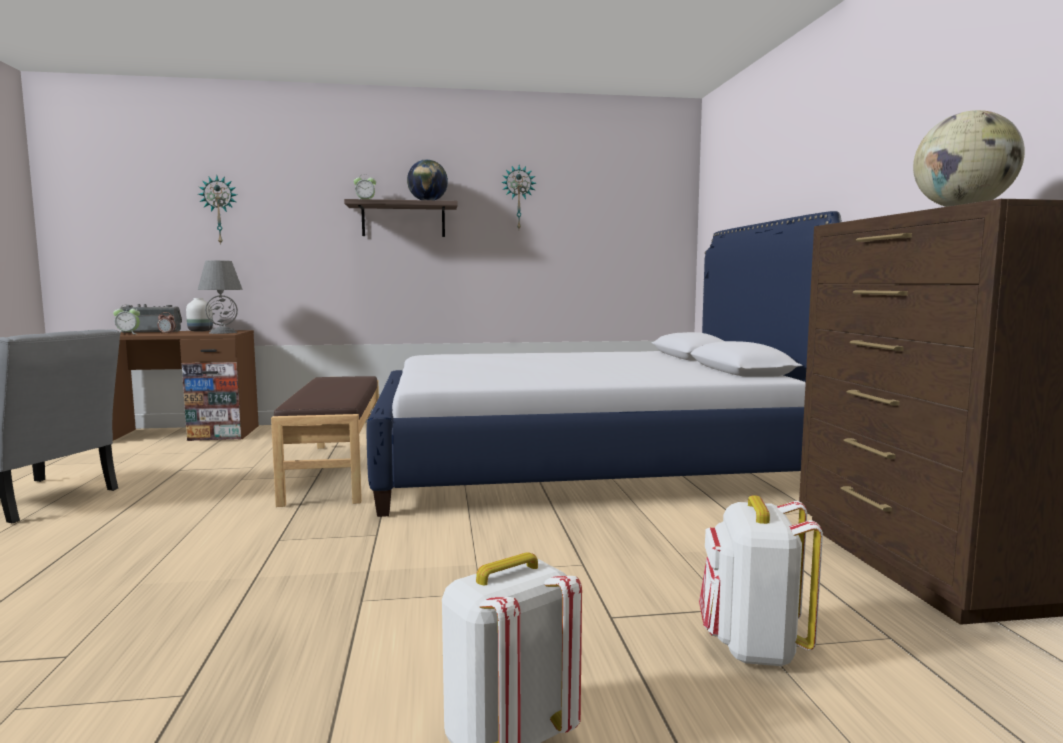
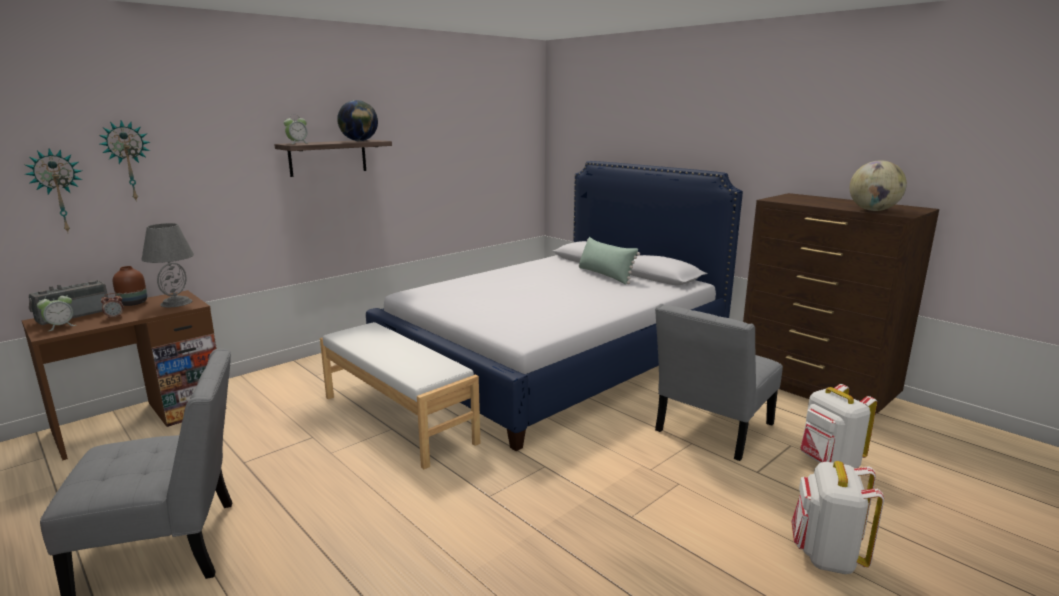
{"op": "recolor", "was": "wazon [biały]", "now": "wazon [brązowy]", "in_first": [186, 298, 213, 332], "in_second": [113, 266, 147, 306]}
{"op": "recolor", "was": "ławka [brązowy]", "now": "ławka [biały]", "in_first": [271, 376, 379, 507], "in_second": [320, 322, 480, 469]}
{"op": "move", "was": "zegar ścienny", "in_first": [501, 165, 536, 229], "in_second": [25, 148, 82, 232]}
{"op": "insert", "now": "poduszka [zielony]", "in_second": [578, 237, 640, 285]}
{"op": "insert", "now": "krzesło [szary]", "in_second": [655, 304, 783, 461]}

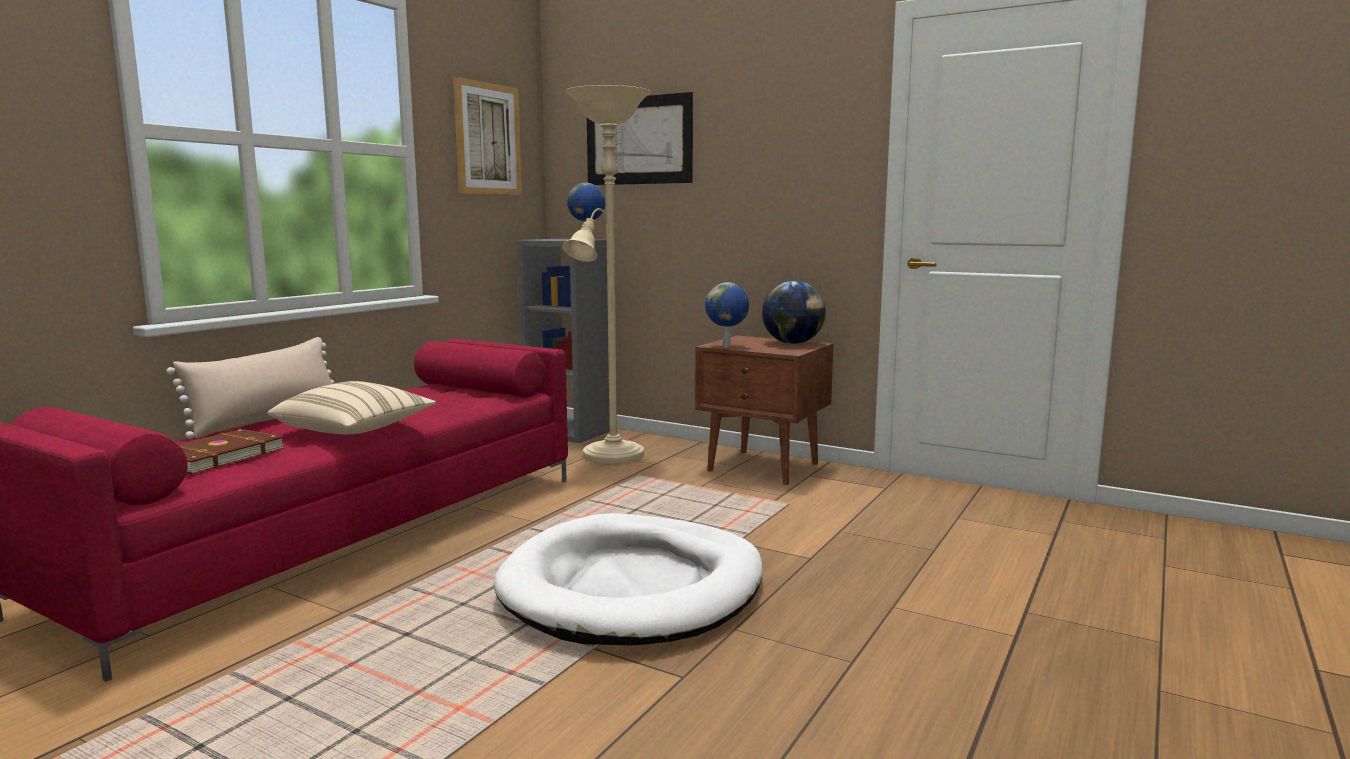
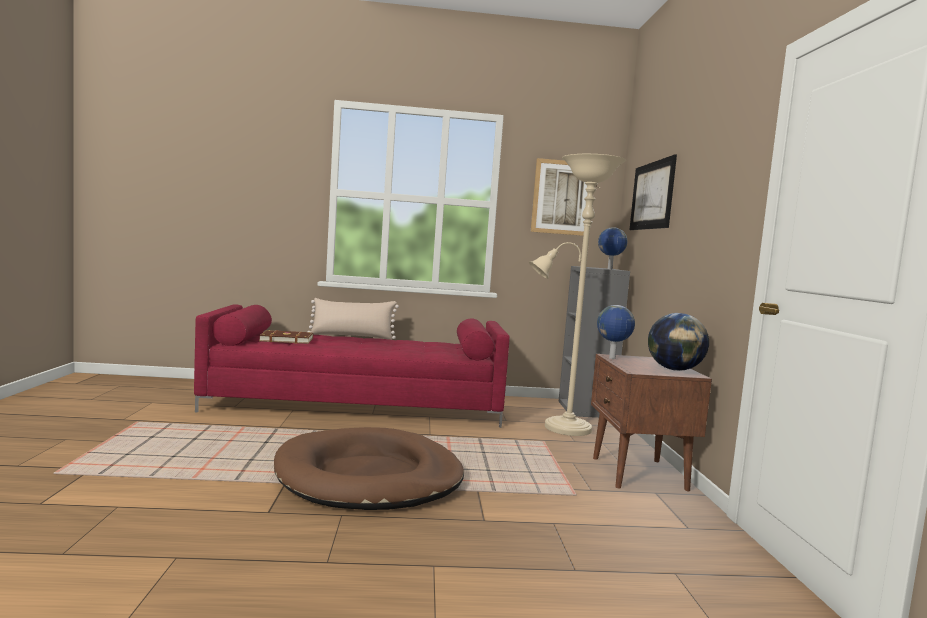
{"op": "delete", "was": "poduszka [beżowy]", "in_first": [267, 381, 436, 434]}
{"op": "recolor", "was": "legowisko [biały]", "now": "legowisko [brązowy]", "in_first": [494, 513, 762, 645], "in_second": [274, 427, 464, 510]}

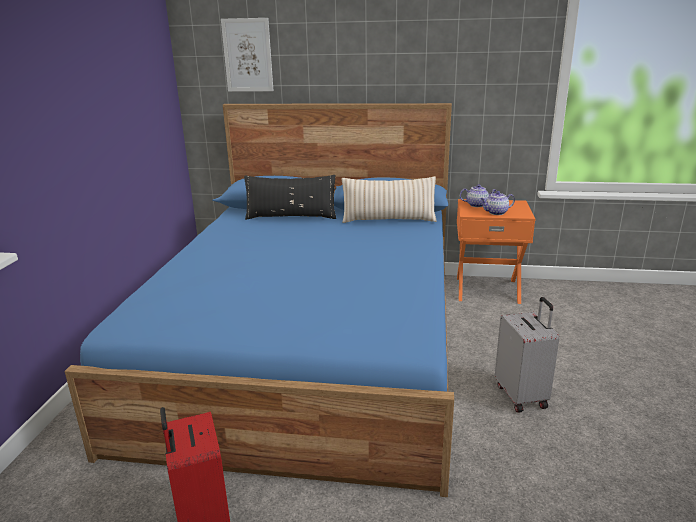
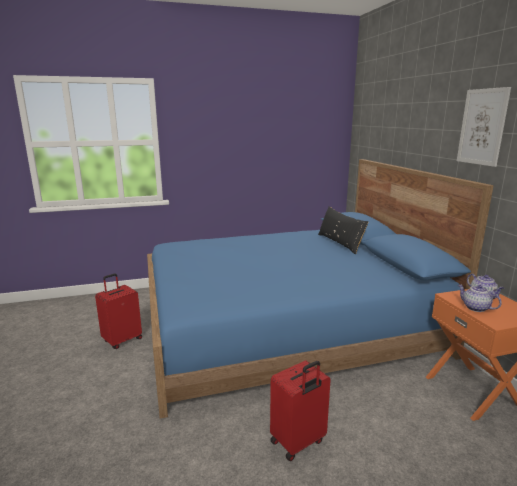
{"op": "move", "was": "obraz", "in_first": [221, 18, 273, 92], "in_second": [457, 87, 511, 167]}
{"op": "delete", "was": "poduszka [beżowy]", "in_first": [342, 176, 437, 223]}
{"op": "recolor", "was": "walizka [szary]", "now": "walizka [czerwony]", "in_first": [495, 297, 559, 413], "in_second": [270, 361, 331, 461]}

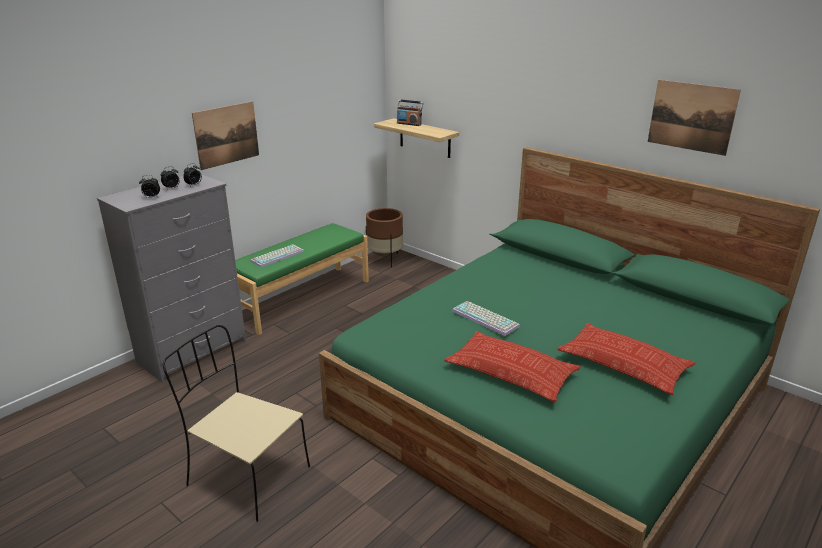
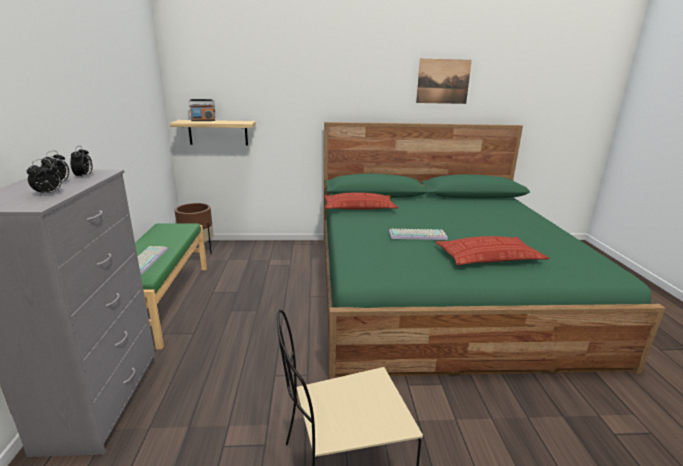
{"op": "delete", "was": "obraz", "in_first": [192, 101, 259, 170]}
{"op": "move", "was": "poduszka", "in_first": [558, 323, 695, 395], "in_second": [324, 192, 398, 210]}

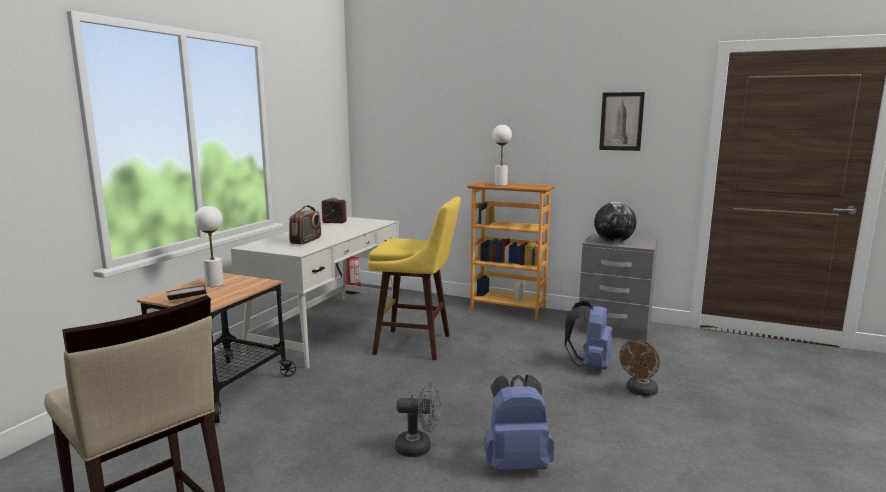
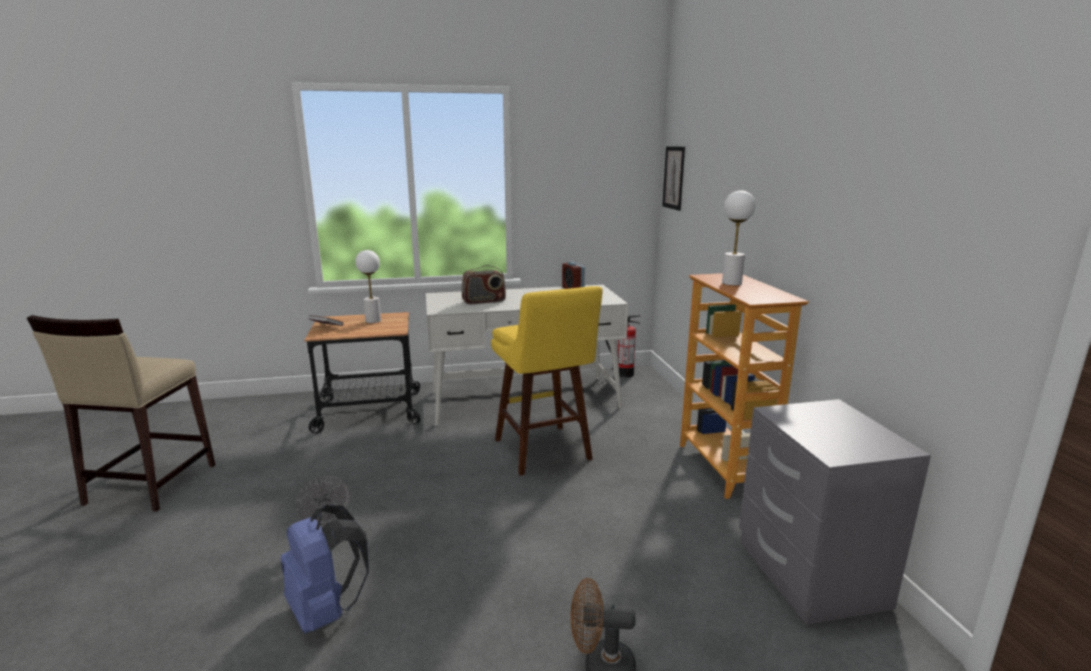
{"op": "delete", "was": "plecak [niebieski]", "in_first": [565, 300, 612, 369]}
{"op": "delete", "was": "globus", "in_first": [594, 202, 636, 243]}
{"op": "move", "was": "obraz", "in_first": [599, 92, 645, 151], "in_second": [662, 146, 685, 211]}

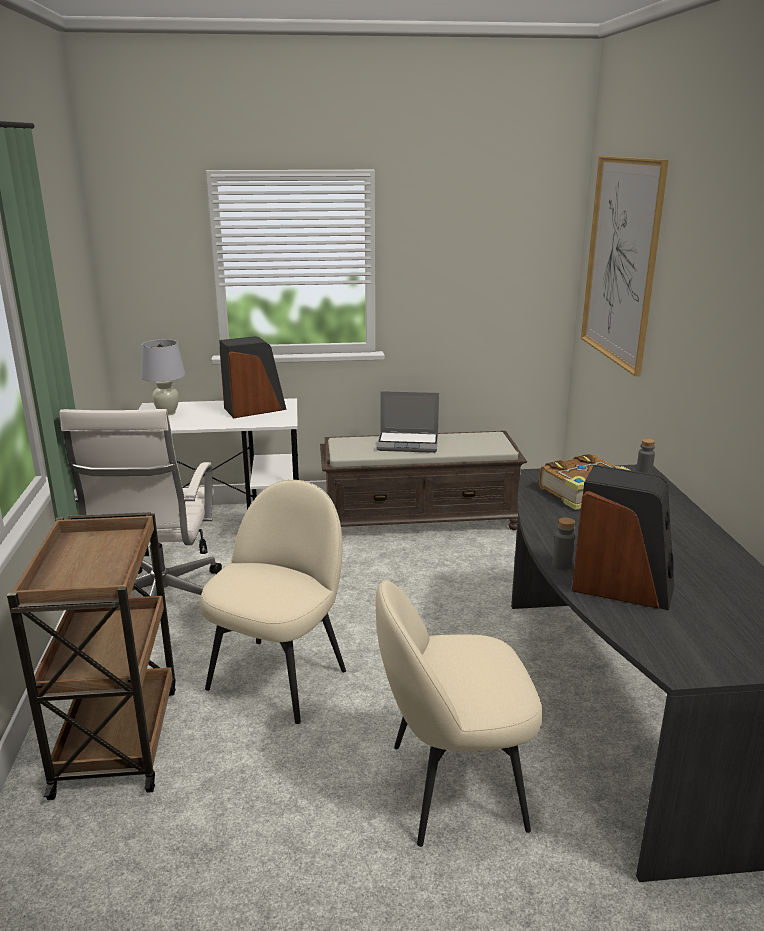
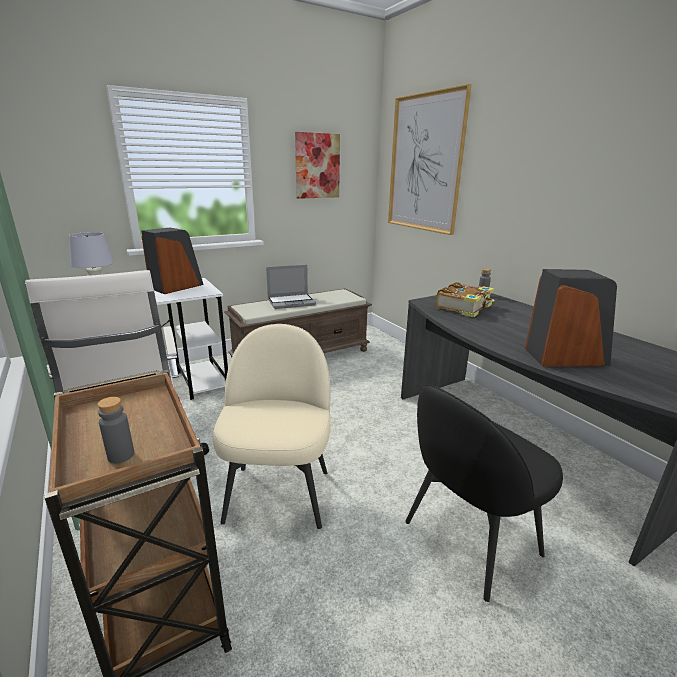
{"op": "recolor", "was": "krzesło [beżowy]", "now": "krzesło [czarny]", "in_first": [376, 580, 543, 847], "in_second": [405, 384, 563, 602]}
{"op": "move", "was": "butelka [szary]", "in_first": [552, 517, 575, 570], "in_second": [97, 397, 134, 463]}
{"op": "insert", "now": "obraz", "in_second": [295, 132, 340, 199]}

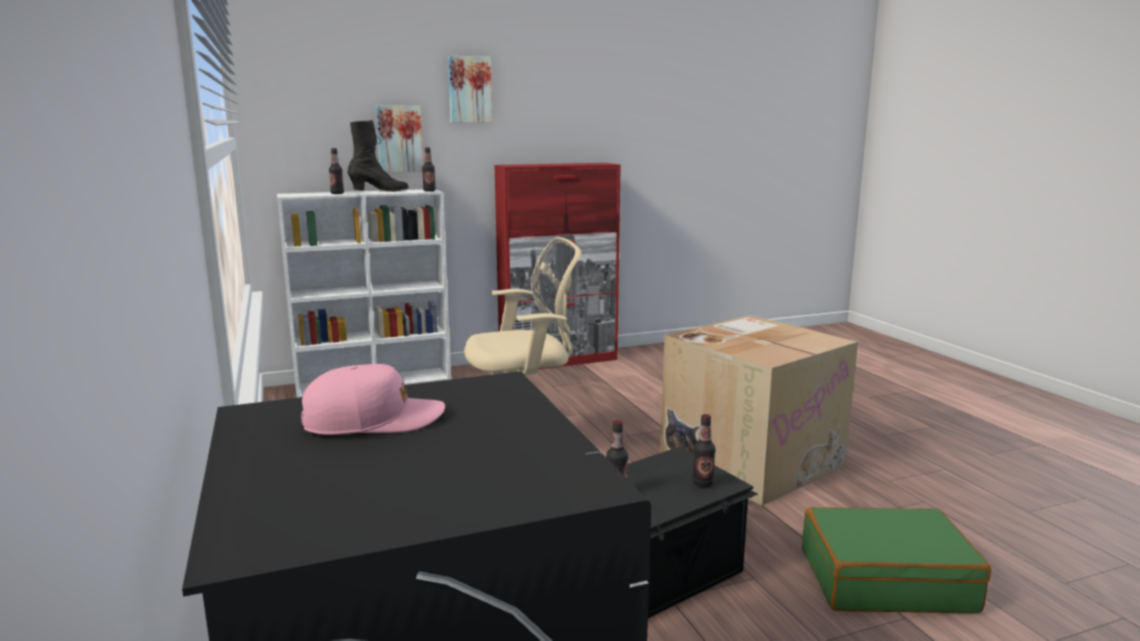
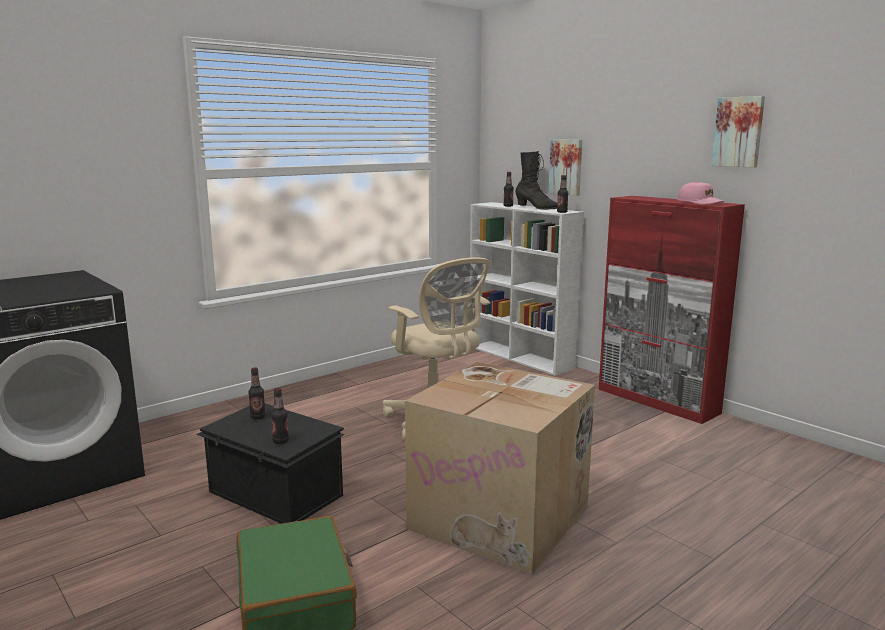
{"op": "move", "was": "czapka z daszkiem [różowy]", "in_first": [301, 364, 445, 435], "in_second": [677, 181, 724, 204]}
{"op": "move", "was": "obraz", "in_first": [448, 56, 493, 123], "in_second": [712, 96, 765, 168]}

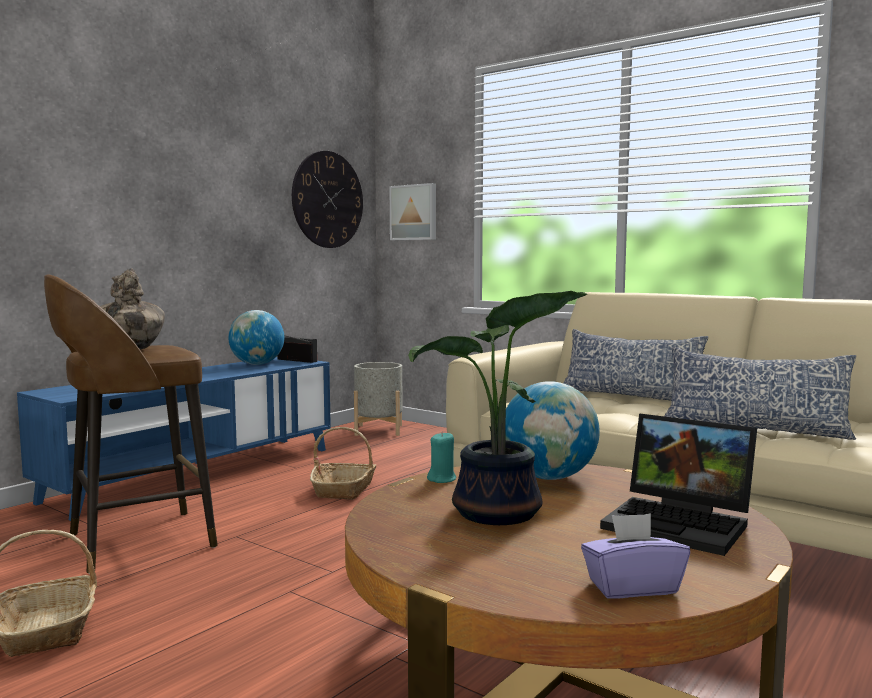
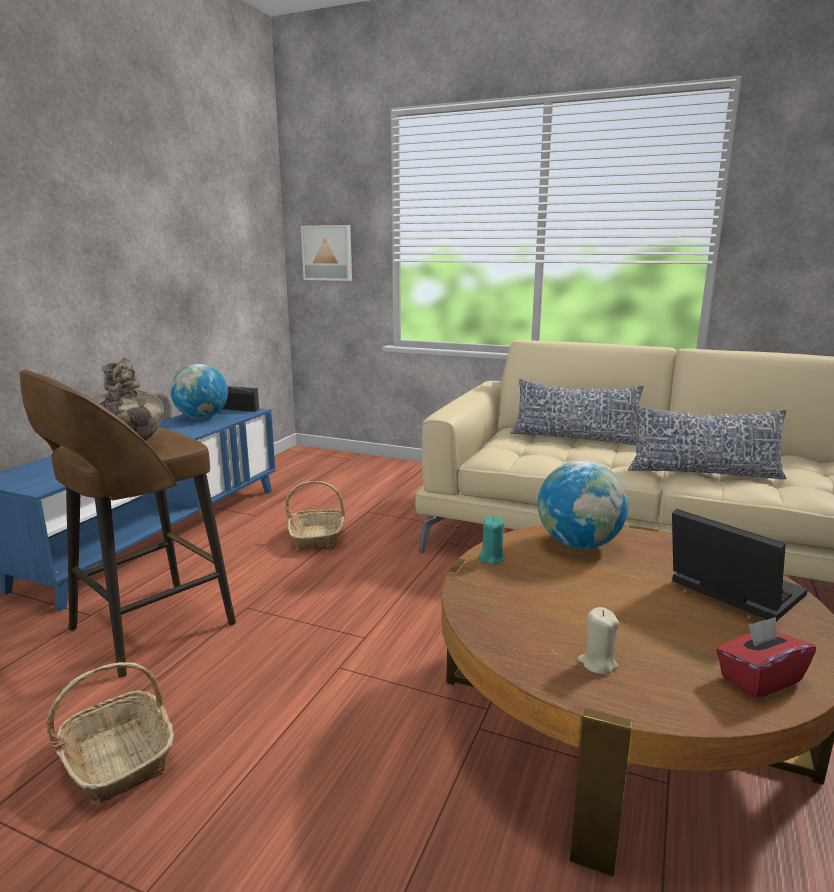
{"op": "delete", "was": "zegar ścienny", "in_first": [292, 151, 363, 248]}
{"op": "delete", "was": "donica [szary]", "in_first": [354, 362, 403, 436]}
{"op": "delete", "was": "roślina doniczkowa", "in_first": [408, 291, 587, 525]}
{"op": "recolor", "was": "pudełko chusteczek [fioletowy]", "now": "pudełko chusteczek [czerwony]", "in_first": [581, 513, 690, 598], "in_second": [716, 617, 816, 699]}
{"op": "rotate", "was": "laptop", "in_first": [600, 413, 757, 556], "in_second": [672, 509, 808, 621], "clockwise": -150}
{"op": "insert", "now": "świeca [beżowy]", "in_second": [578, 607, 619, 674]}

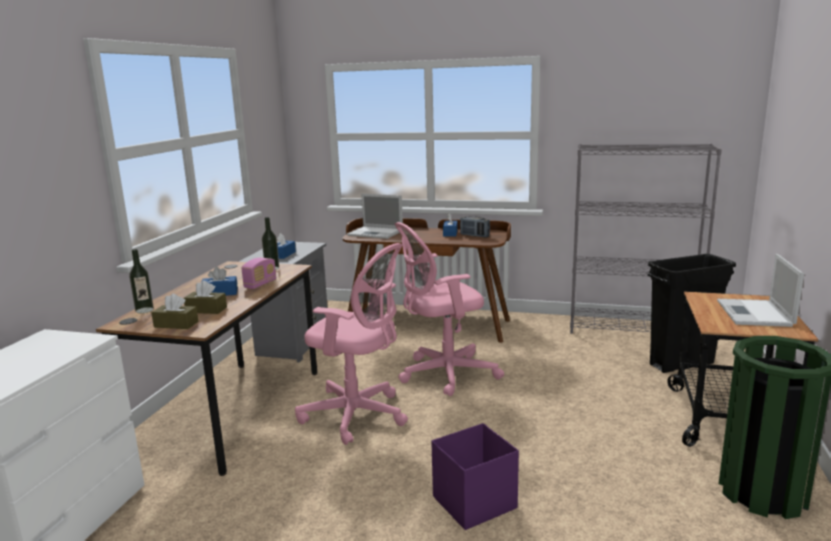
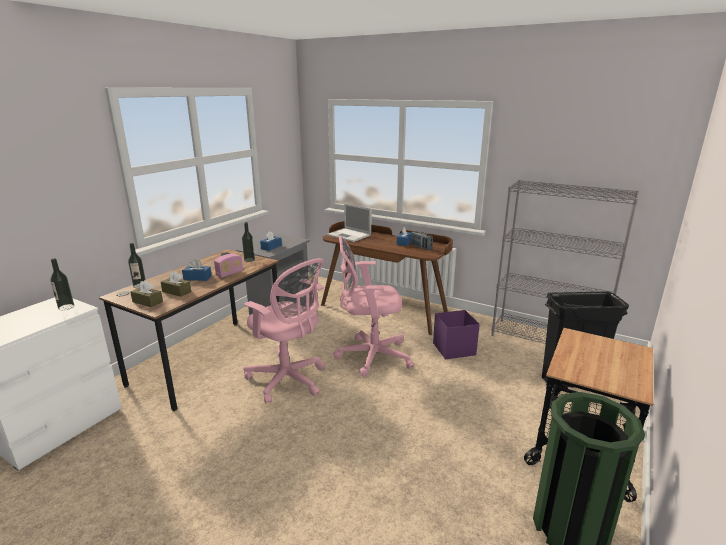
{"op": "move", "was": "pojemnik do przechowywania [fioletowy]", "in_first": [431, 423, 519, 530], "in_second": [433, 310, 480, 359]}
{"op": "delete", "was": "laptop", "in_first": [717, 254, 804, 327]}
{"op": "insert", "now": "butelka", "in_second": [50, 258, 74, 310]}

